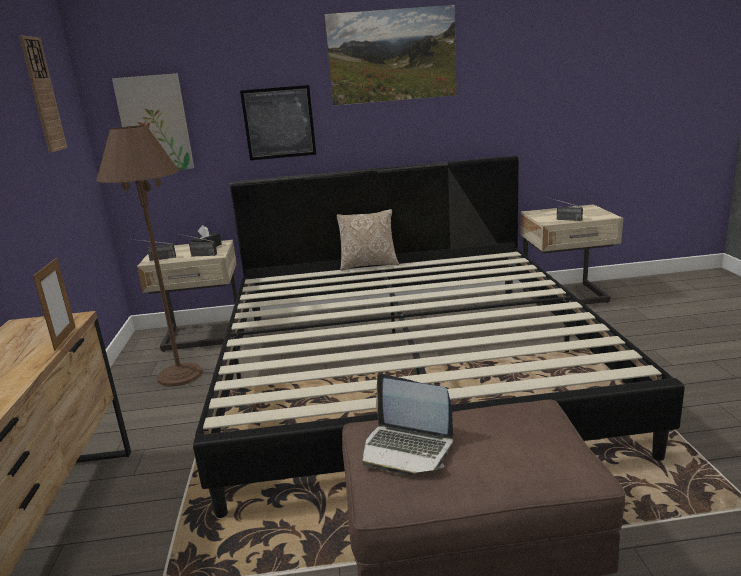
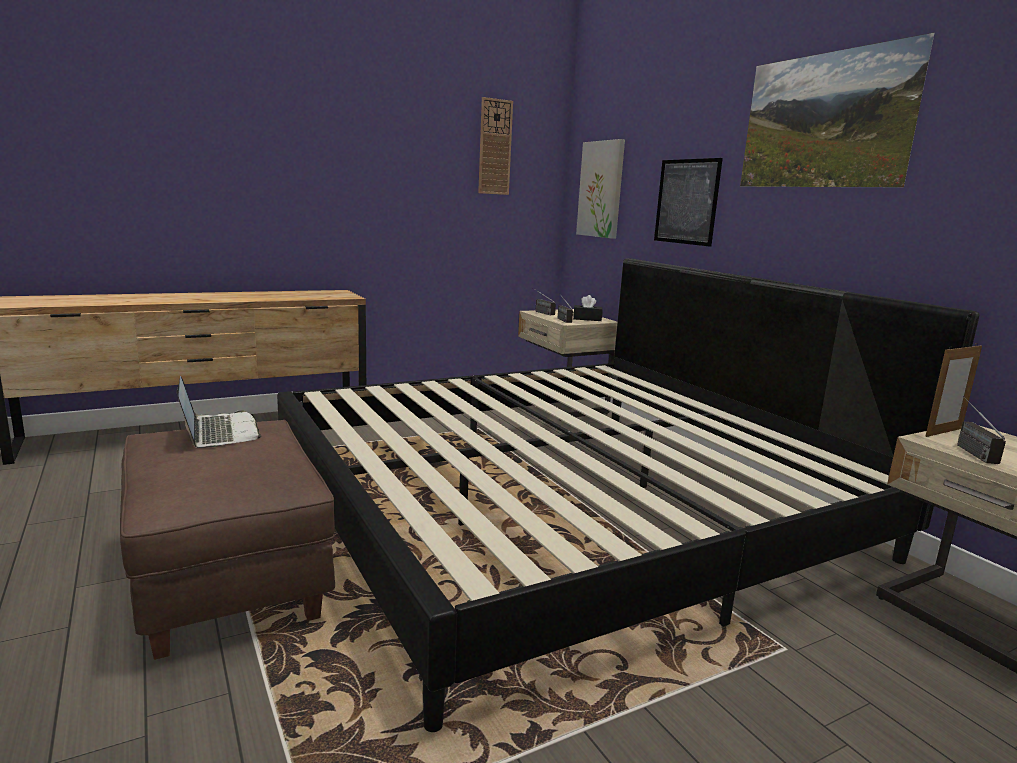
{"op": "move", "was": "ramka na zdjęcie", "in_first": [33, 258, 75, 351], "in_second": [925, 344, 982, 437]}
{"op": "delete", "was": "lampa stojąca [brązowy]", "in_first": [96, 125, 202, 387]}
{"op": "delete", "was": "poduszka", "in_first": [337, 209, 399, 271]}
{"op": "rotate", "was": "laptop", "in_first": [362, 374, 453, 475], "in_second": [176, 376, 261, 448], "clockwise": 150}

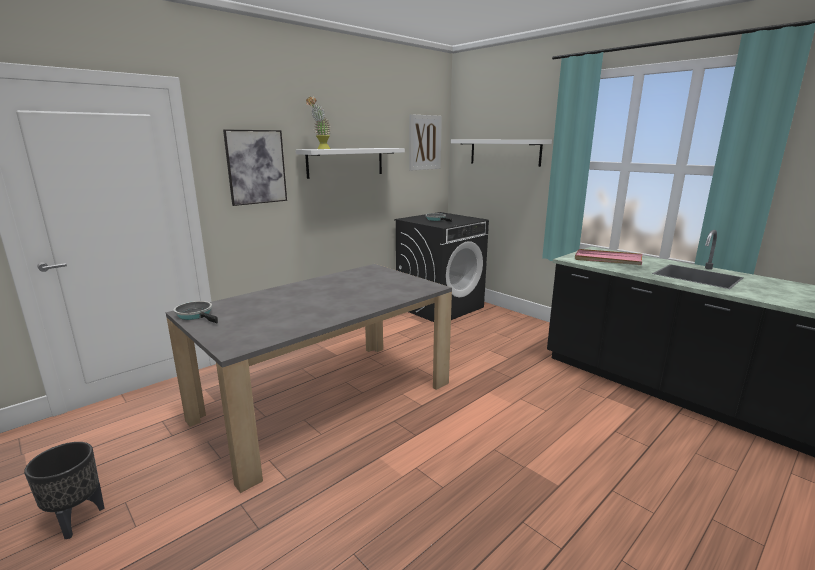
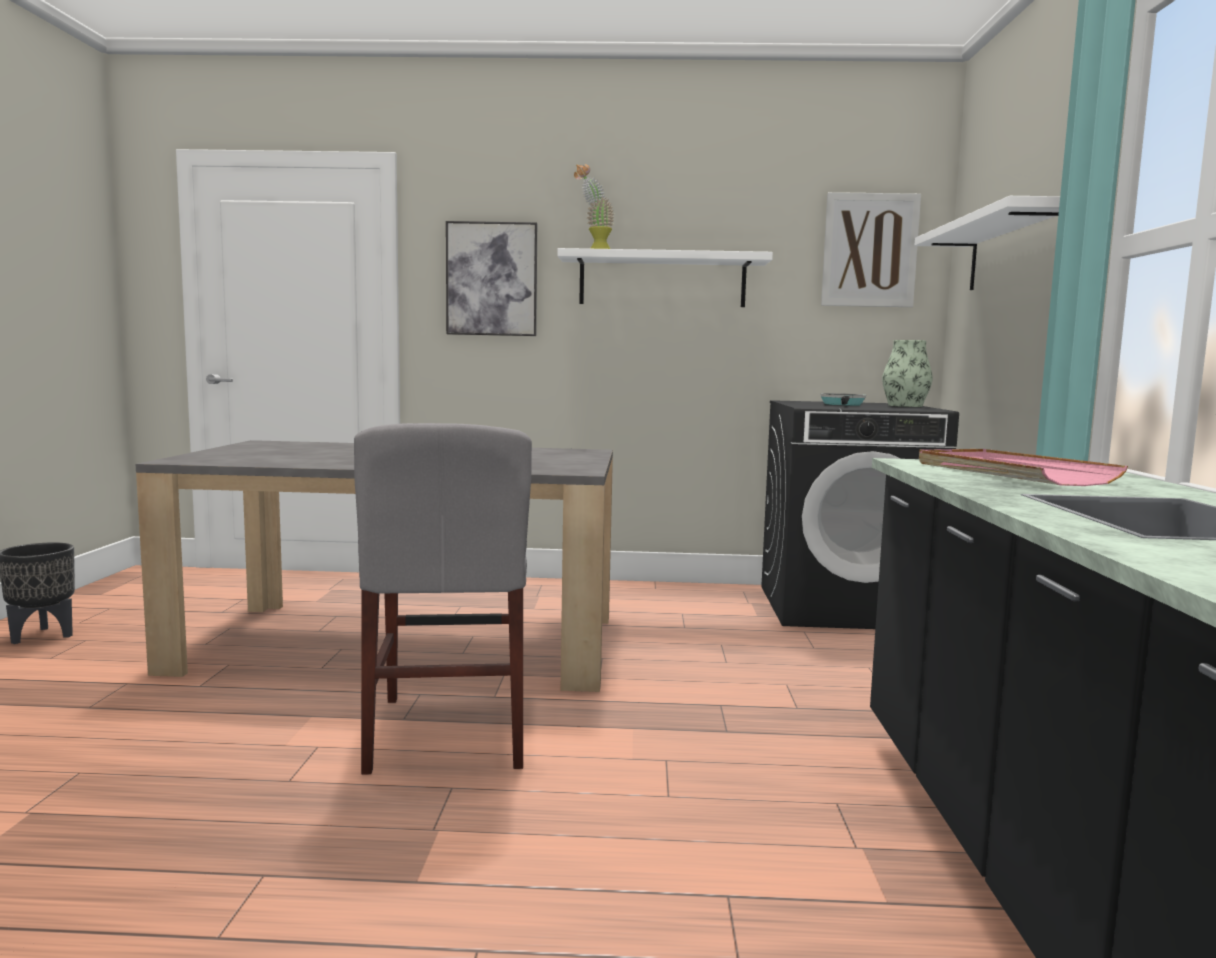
{"op": "delete", "was": "patelnia", "in_first": [173, 301, 218, 323]}
{"op": "insert", "now": "krzesło [szary]", "in_second": [354, 423, 532, 775]}
{"op": "insert", "now": "wazon", "in_second": [882, 340, 933, 407]}

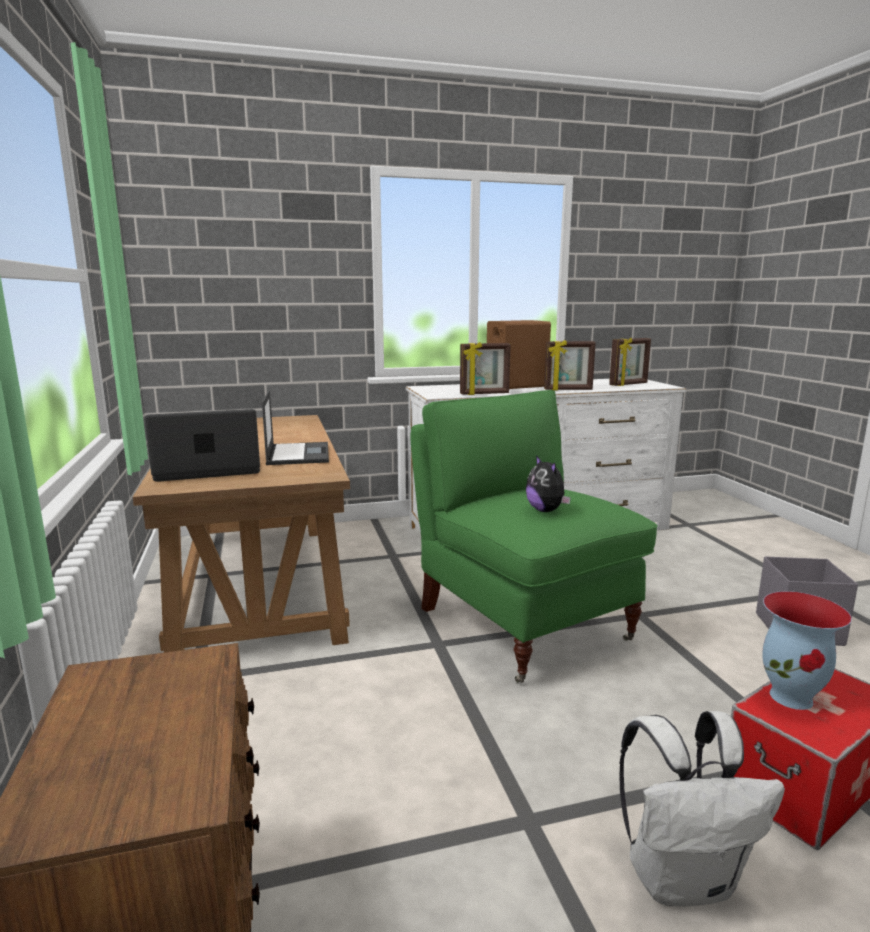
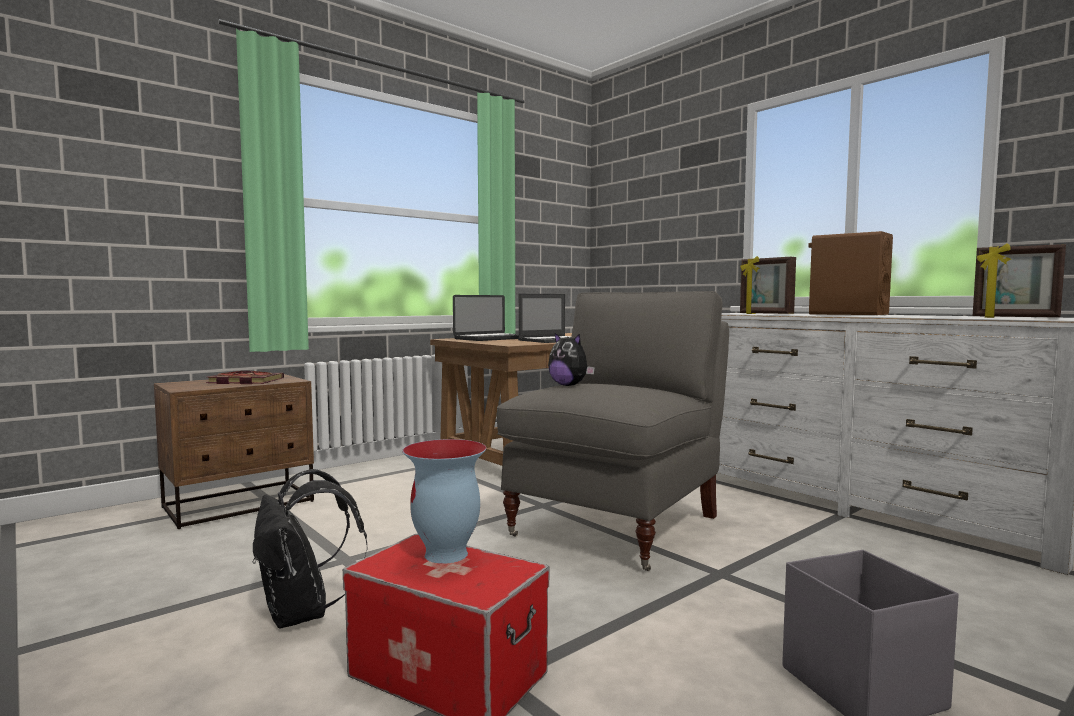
{"op": "rotate", "was": "laptop", "in_first": [144, 409, 260, 482], "in_second": [453, 295, 519, 341], "clockwise": 90}
{"op": "recolor", "was": "fotel [zielony]", "now": "fotel [szary]", "in_first": [410, 390, 658, 682], "in_second": [497, 291, 729, 571]}
{"op": "rotate", "was": "pluszak", "in_first": [526, 455, 571, 512], "in_second": [548, 333, 595, 386], "clockwise": -90}
{"op": "delete", "was": "ramka na zdjęcie", "in_first": [544, 340, 596, 391]}
{"op": "recolor", "was": "plecak [biały]", "now": "plecak [czarny]", "in_first": [619, 711, 785, 907], "in_second": [252, 469, 367, 629]}
{"op": "insert", "now": "książka", "in_second": [206, 371, 284, 384]}

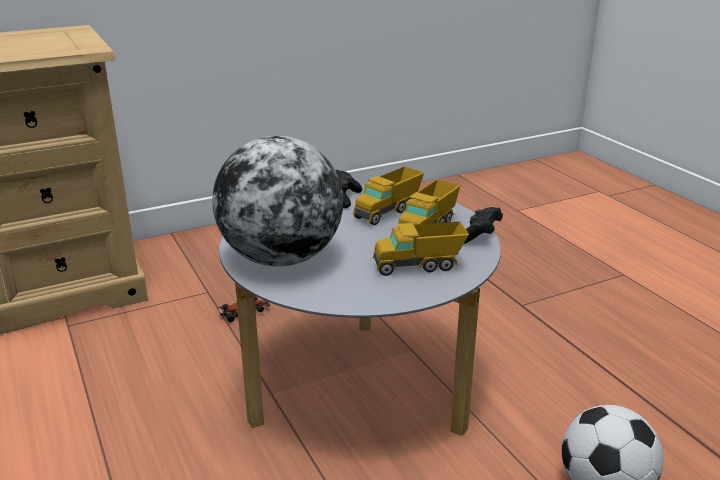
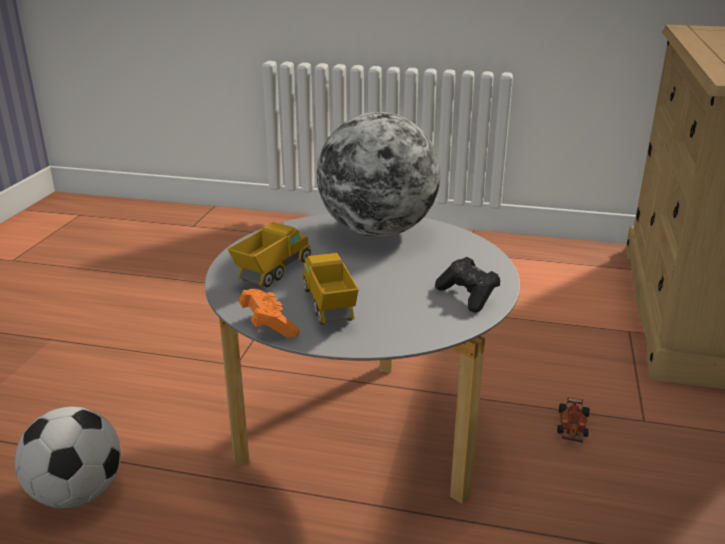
{"op": "delete", "was": "ciężarówka zabawkowa", "in_first": [353, 166, 424, 225]}
{"op": "recolor", "was": "pad do gier [czarny]", "now": "pad do gier [pomarańczowy]", "in_first": [464, 207, 503, 244], "in_second": [239, 289, 300, 338]}

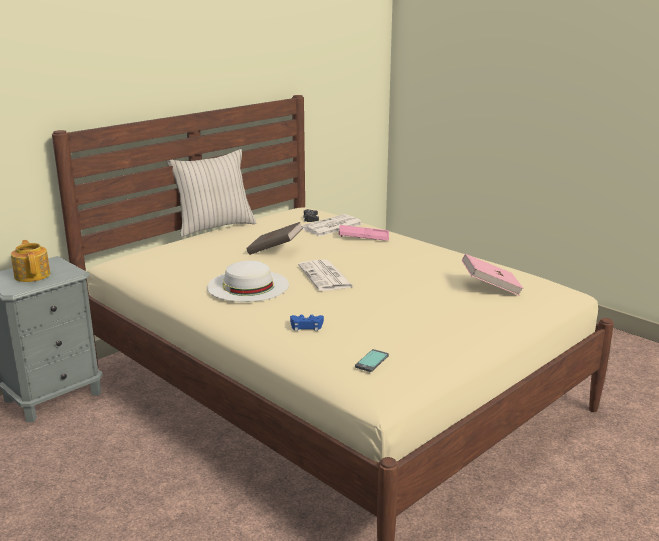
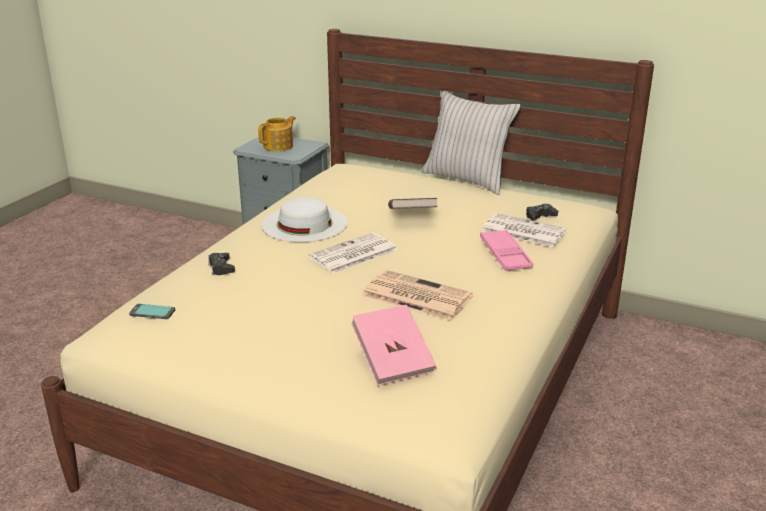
{"op": "recolor", "was": "pad do gier [niebieski]", "now": "pad do gier [czarny]", "in_first": [290, 315, 324, 331], "in_second": [208, 253, 235, 275]}
{"op": "insert", "now": "gazeta", "in_second": [362, 270, 473, 320]}

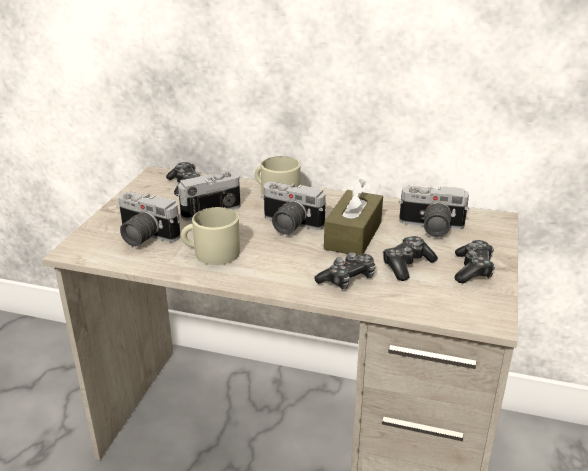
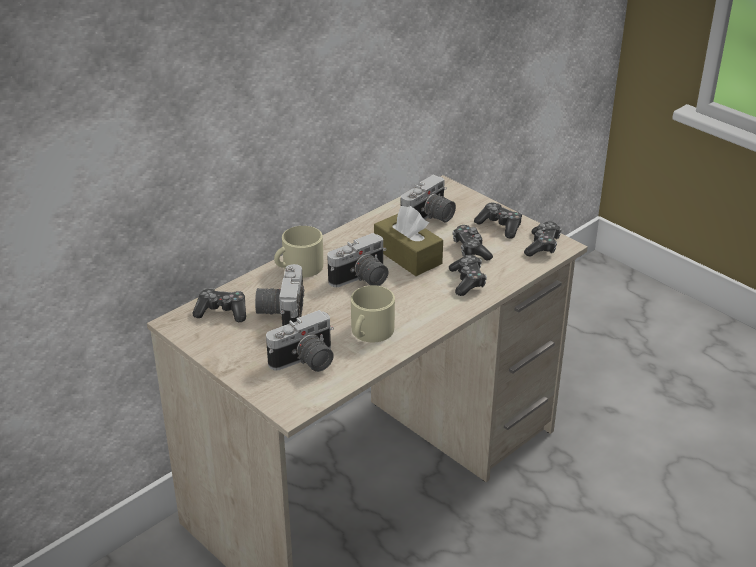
{"op": "insert", "now": "pad do gier", "in_second": [524, 221, 562, 257]}

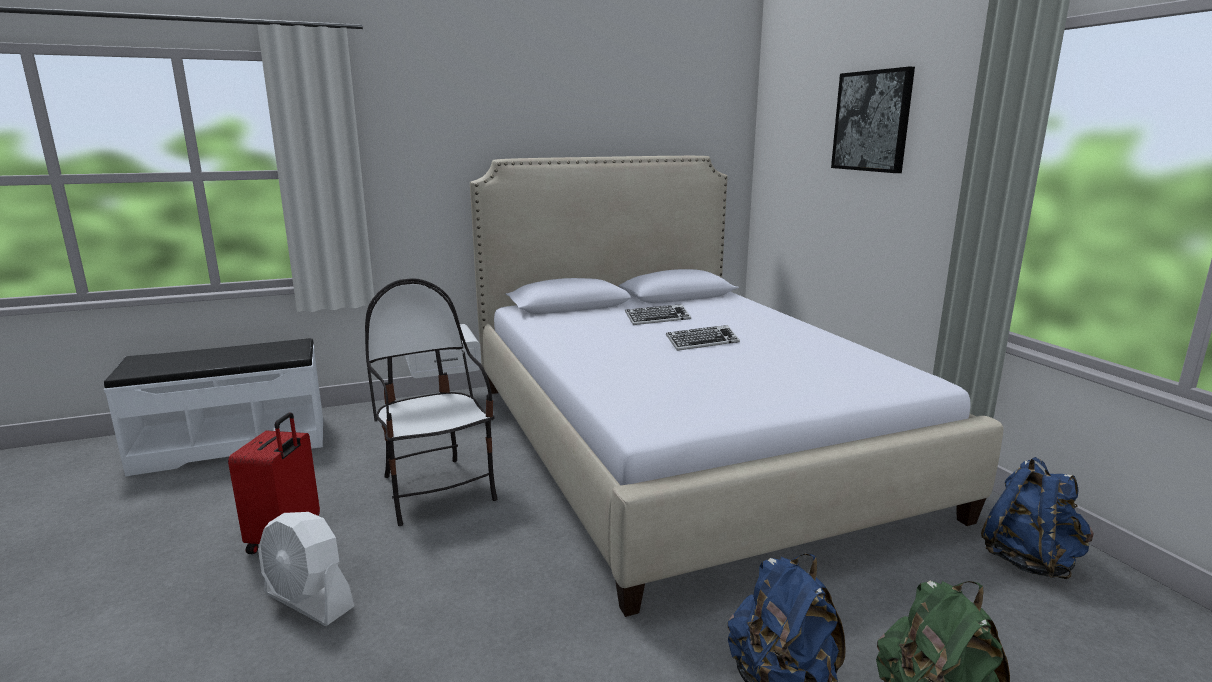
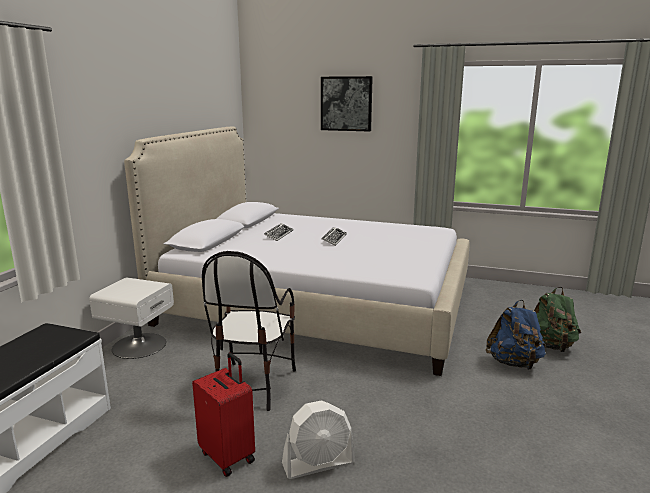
{"op": "rotate", "was": "krzesło", "in_first": [365, 278, 497, 526], "in_second": [202, 251, 296, 411], "clockwise": -90}
{"op": "delete", "was": "plecak [niebieski]", "in_first": [981, 457, 1093, 579]}

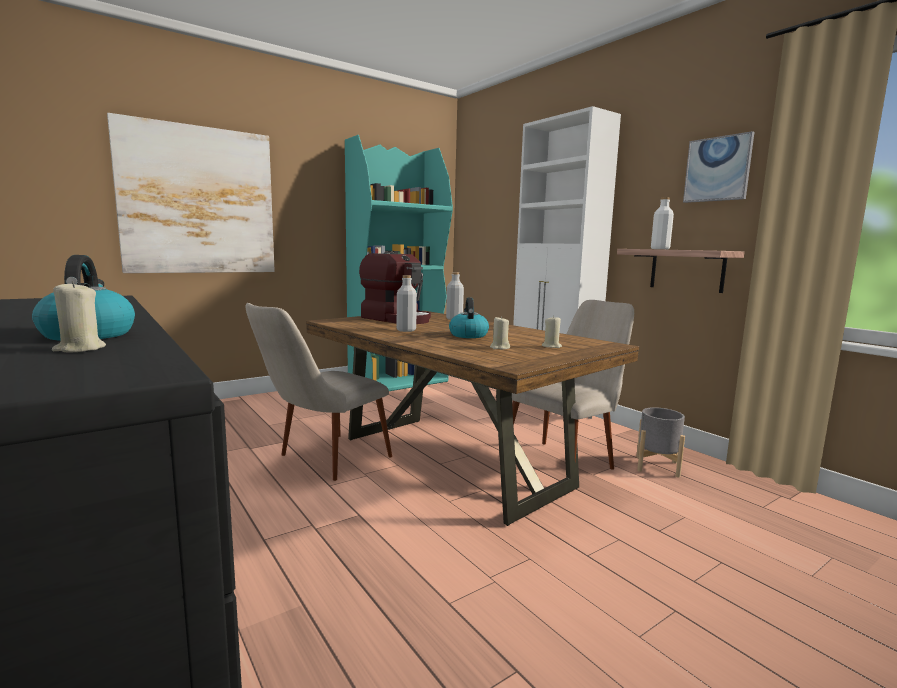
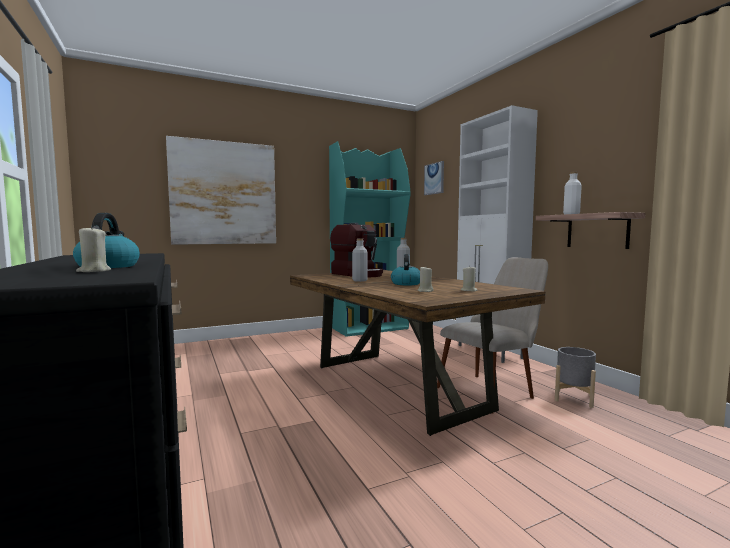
{"op": "delete", "was": "krzesło [beżowy]", "in_first": [246, 303, 392, 481]}
{"op": "move", "was": "obraz", "in_first": [683, 131, 754, 203], "in_second": [424, 161, 444, 195]}

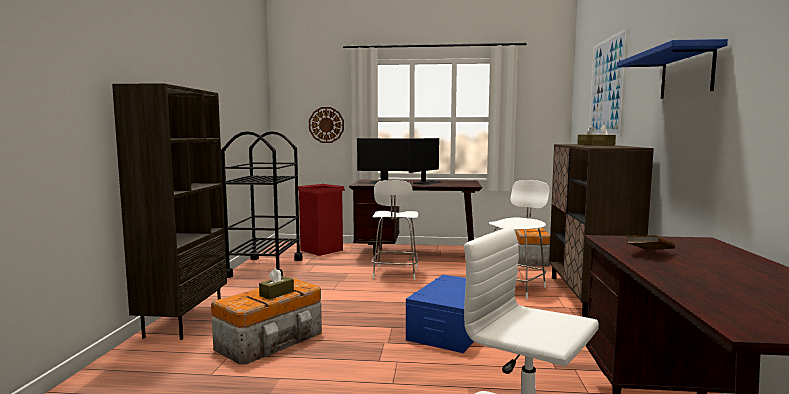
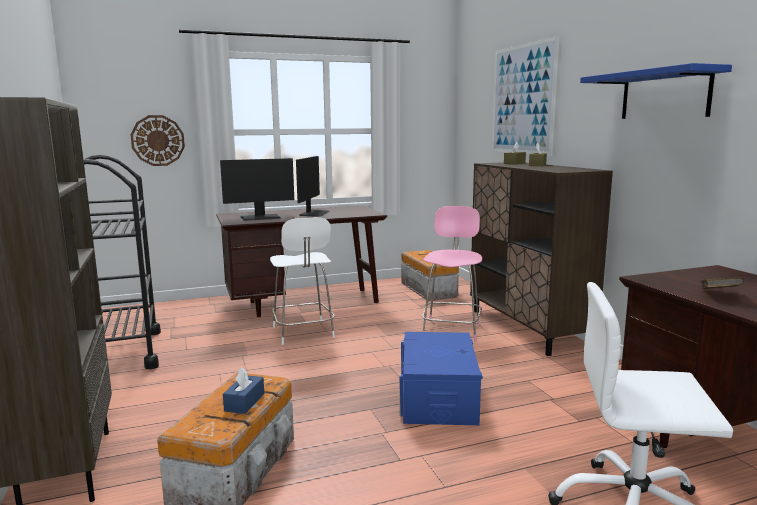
{"op": "recolor", "was": "pudełko chusteczek [brązowy]", "now": "pudełko chusteczek [niebieski]", "in_first": [259, 268, 294, 299], "in_second": [223, 367, 264, 414]}
{"op": "delete", "was": "kosz na śmieci [czerwony]", "in_first": [298, 184, 345, 256]}
{"op": "recolor", "was": "krzesło [biały]", "now": "krzesło [różowy]", "in_first": [489, 180, 550, 299], "in_second": [422, 206, 482, 342]}

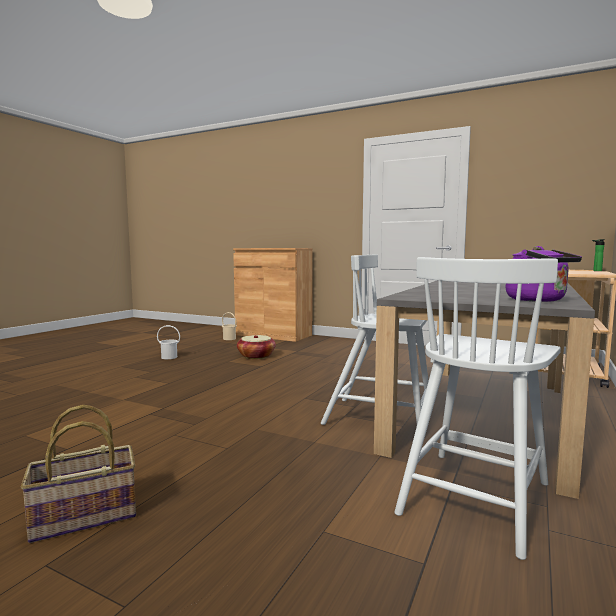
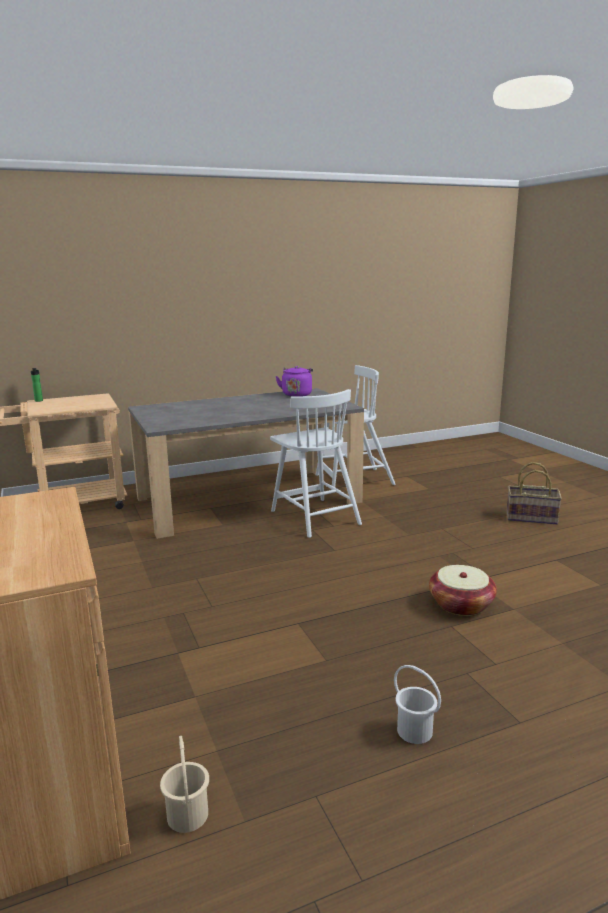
{"op": "move", "was": "koszyk", "in_first": [237, 335, 276, 359], "in_second": [429, 565, 497, 616]}

